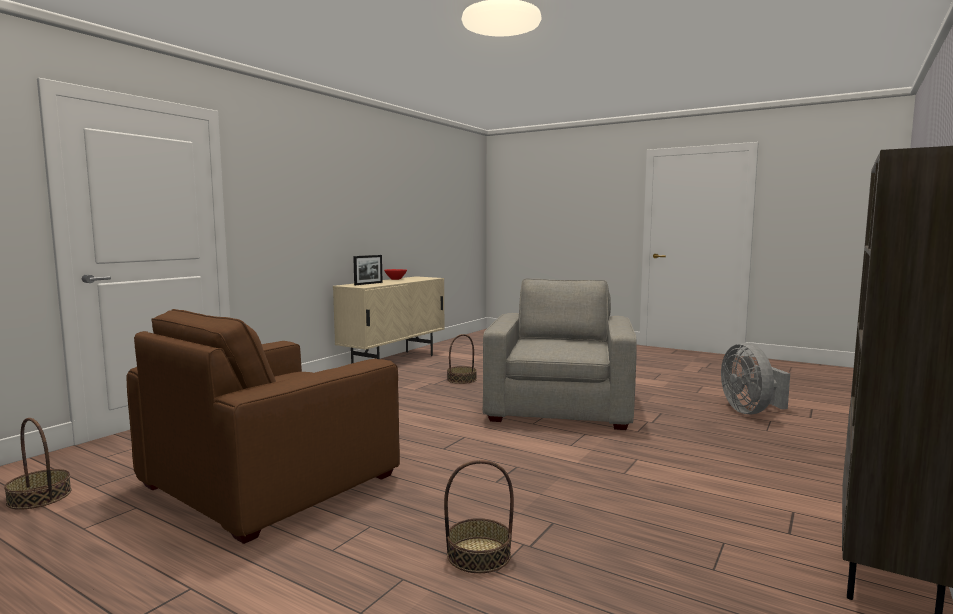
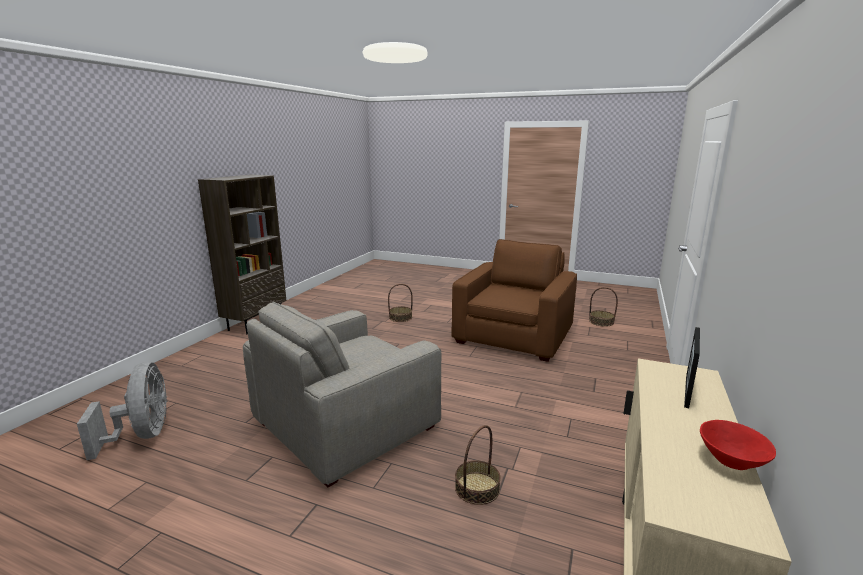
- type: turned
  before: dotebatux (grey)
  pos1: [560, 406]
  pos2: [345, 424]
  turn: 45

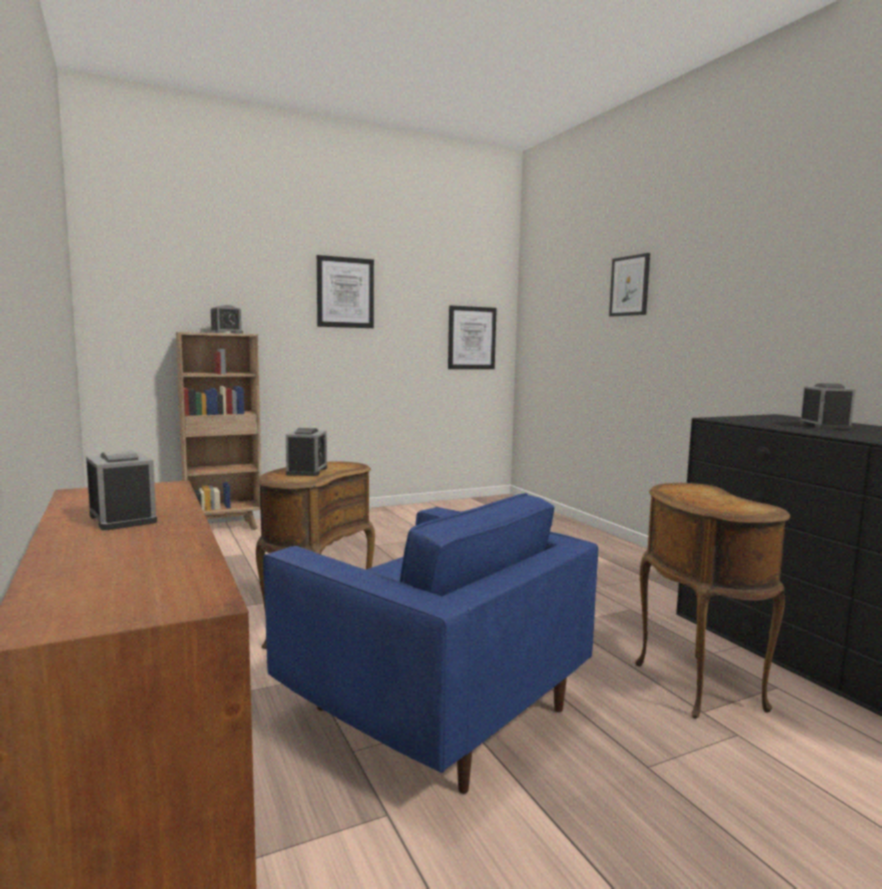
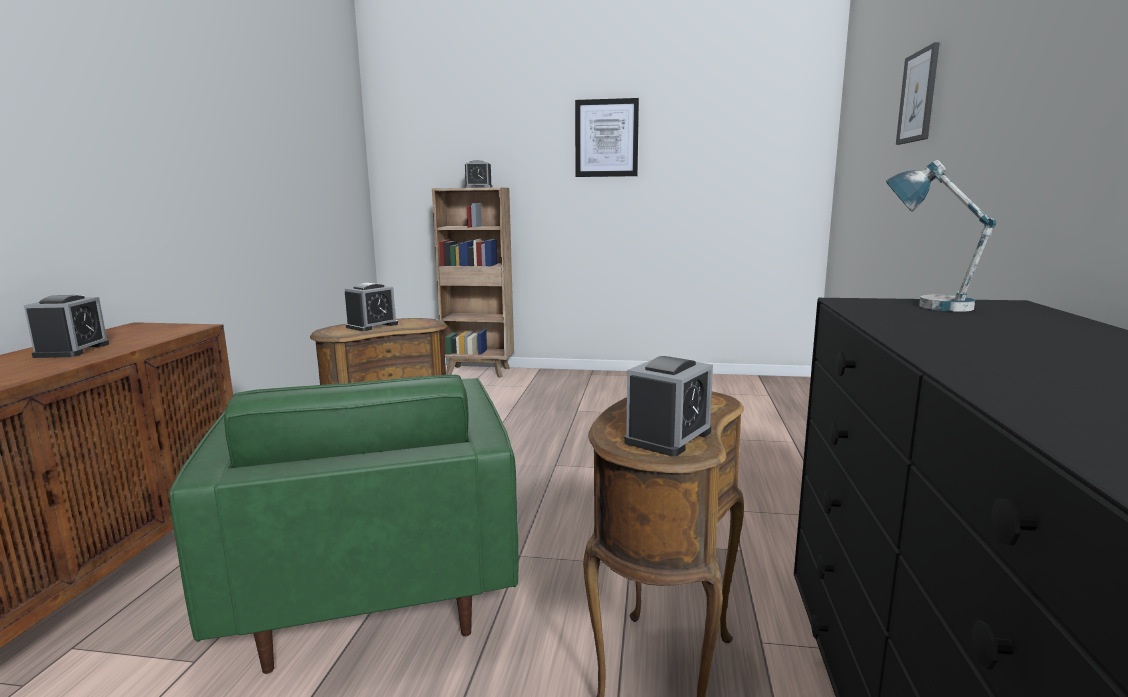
- type: removed
  before: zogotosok
  pos1: [471, 338]
- type: added
  after: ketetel
  pos2: [925, 304]
- type: moved
  before: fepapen
  pos1: [824, 426]
  pos2: [668, 437]
- type: recoloured
  before: dotebatux (blue)
  after: dotebatux (green)
  pos1: [433, 707]
  pos2: [372, 583]

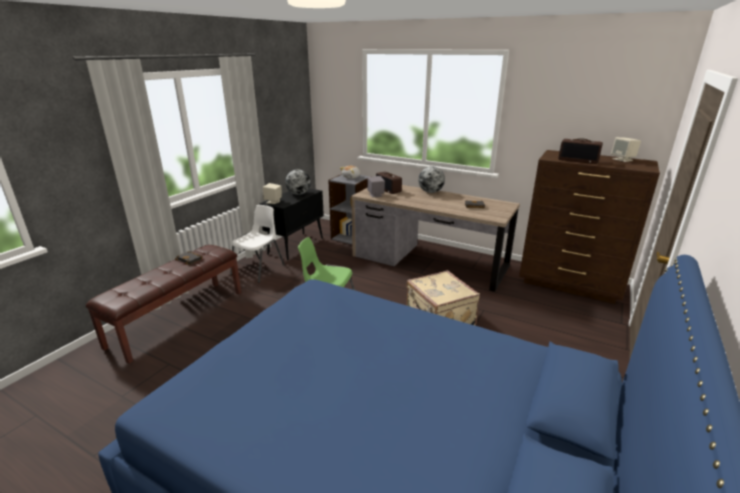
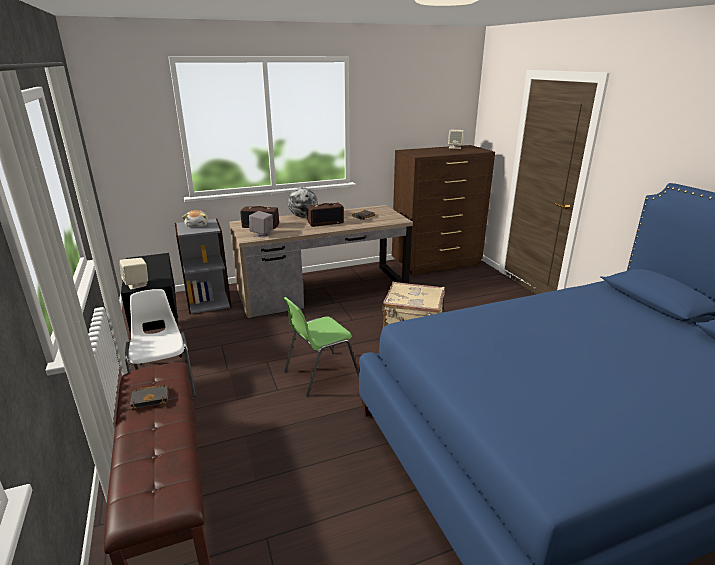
- type: removed
  before: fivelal
  pos1: [298, 194]
- type: moved
  before: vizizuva
  pos1: [578, 160]
  pos2: [325, 223]

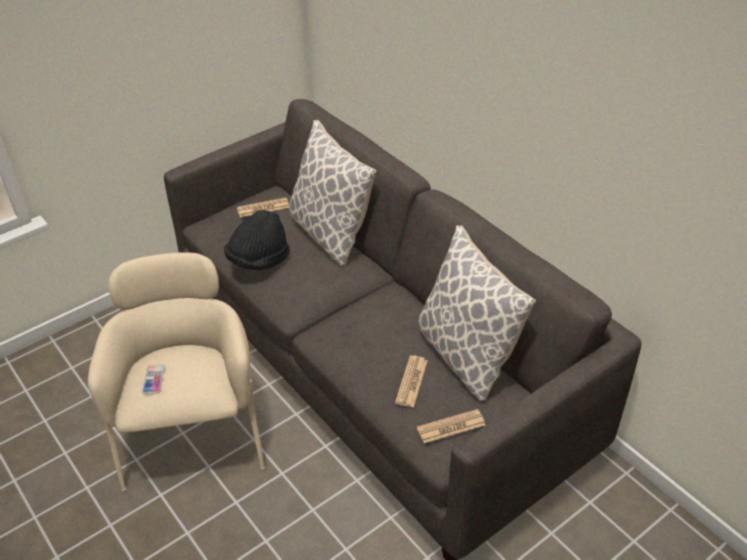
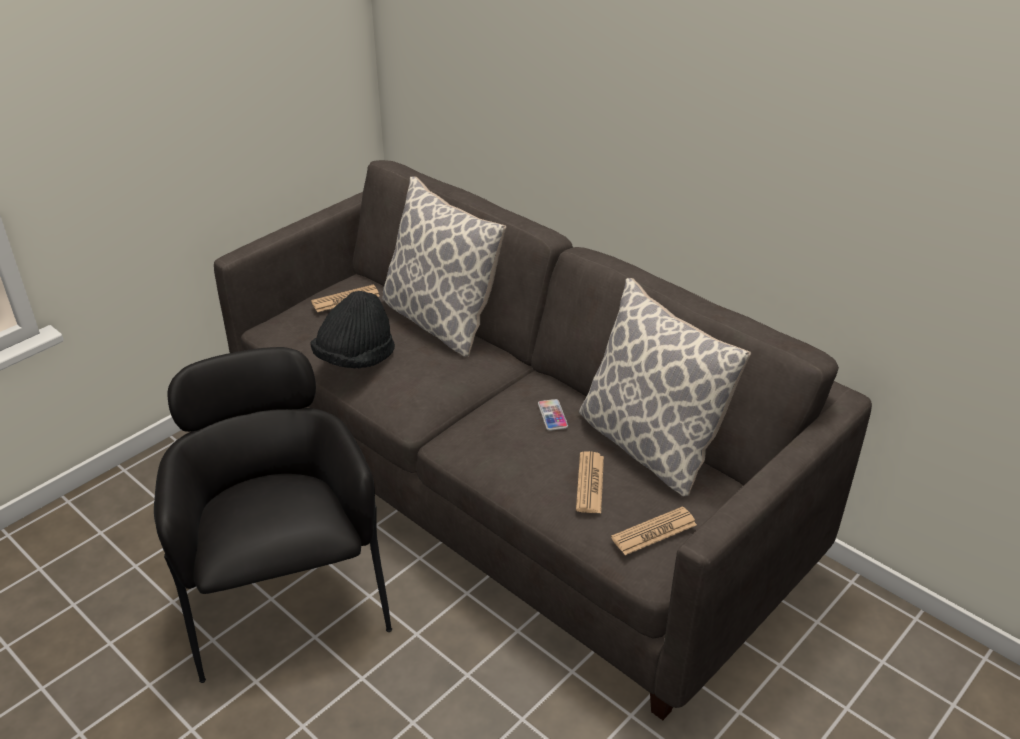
- type: moved
  before: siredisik
  pos1: [153, 380]
  pos2: [552, 415]
- type: recoloured
  before: dotebatux (beige)
  after: dotebatux (black)
  pos1: [192, 432]
  pos2: [285, 596]

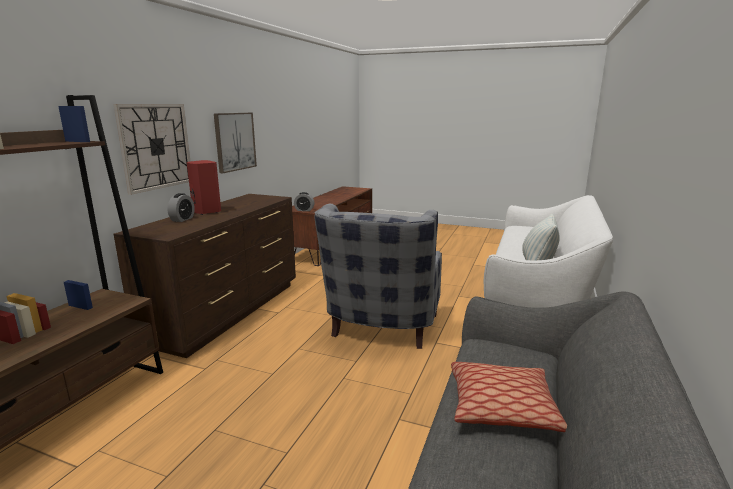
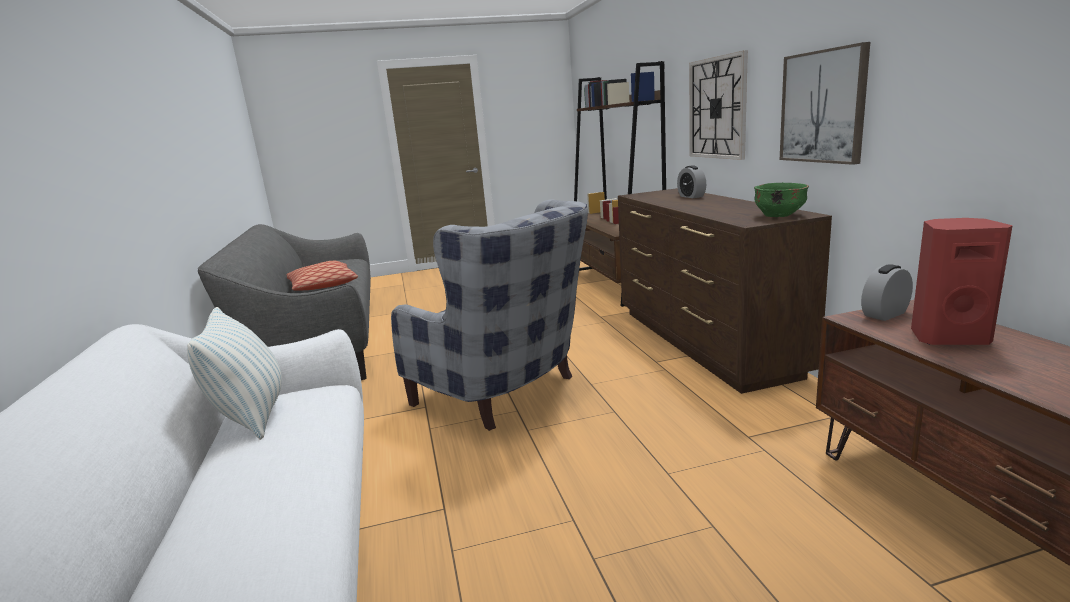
- type: added
  after: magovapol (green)
  pos2: [779, 215]
- type: moved
  before: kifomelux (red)
  pos1: [206, 212]
  pos2: [947, 337]
- type: turned
  before: dotebatux (grey)
  pos1: [381, 330]
  pos2: [507, 393]
  turn: 150

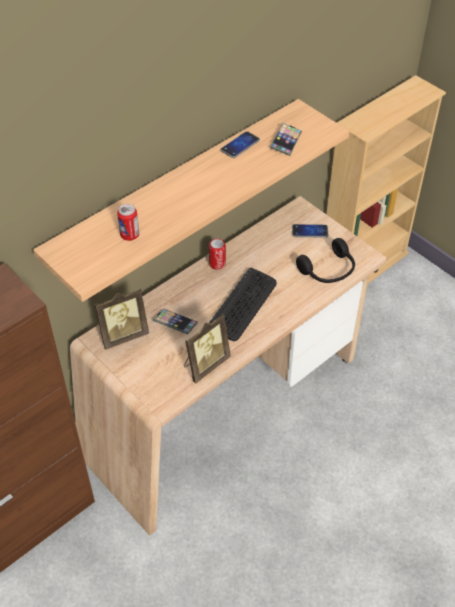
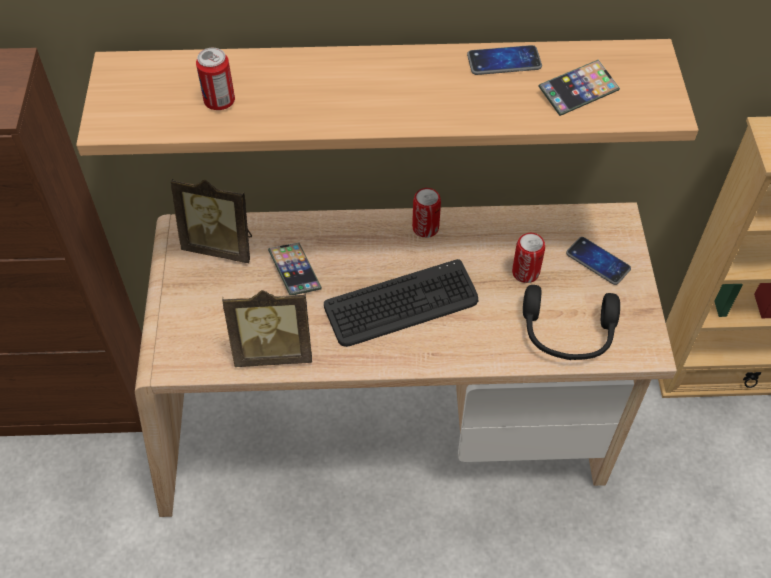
- type: added
  after: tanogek
  pos2: [525, 272]

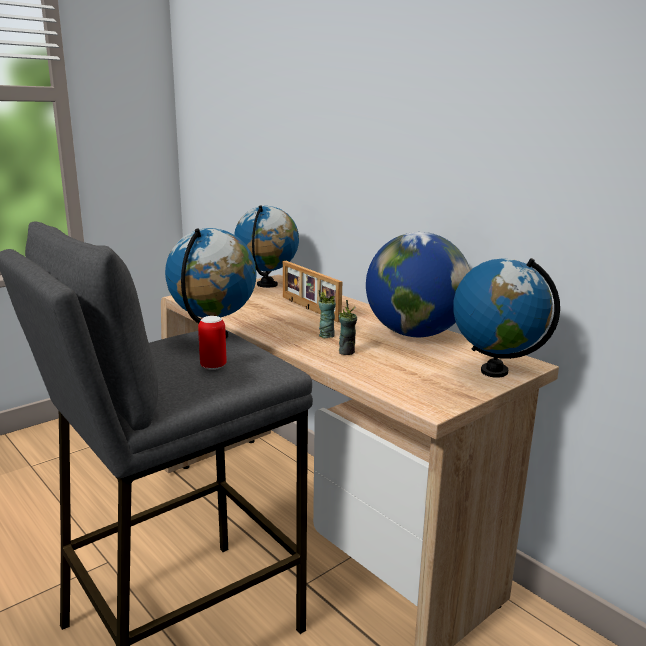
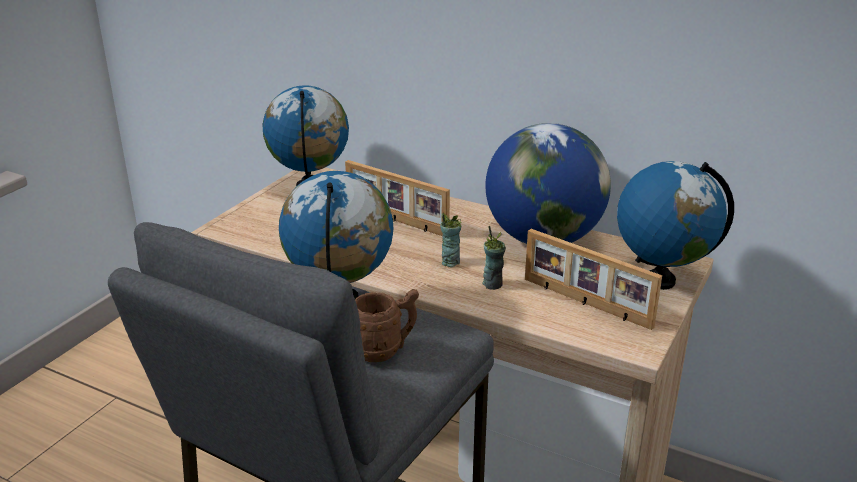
- type: added
  after: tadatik
  pos2: [585, 303]
- type: replaced
  before: tanogek
  after: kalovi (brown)
  pos1: [213, 366]
  pos2: [384, 350]

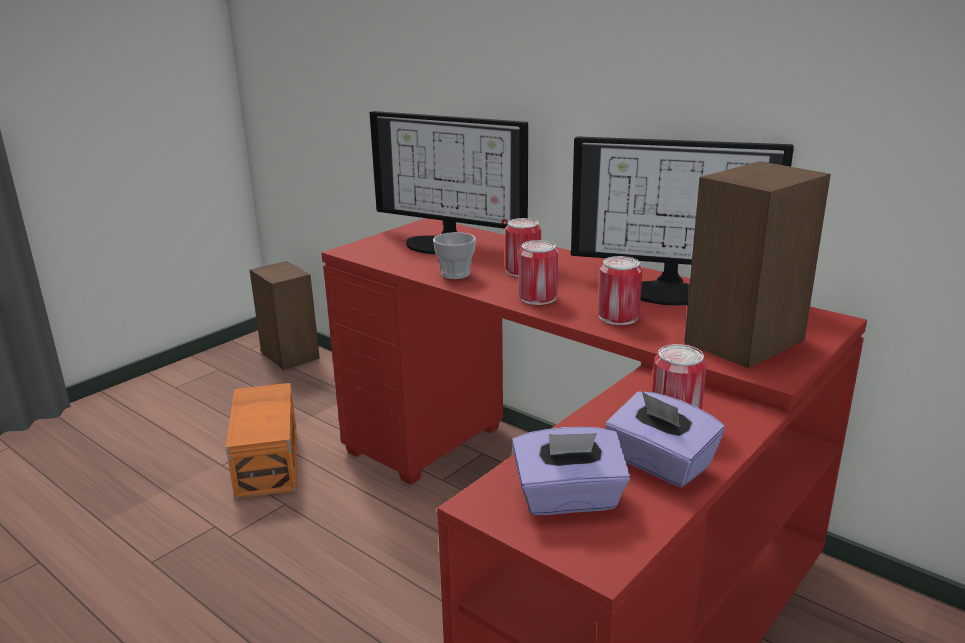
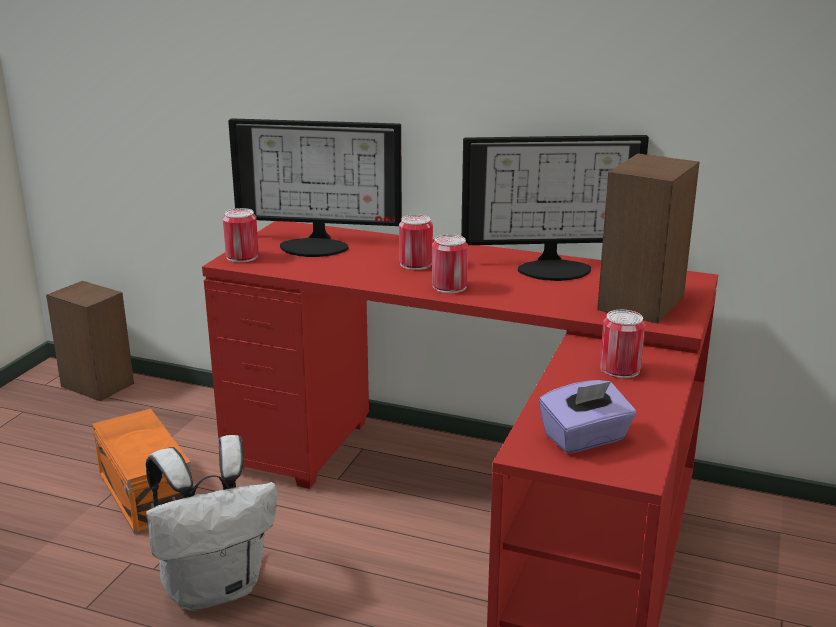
- type: removed
  before: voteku
  pos1: [455, 274]
- type: removed
  before: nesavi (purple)
  pos1: [660, 464]
- type: added
  after: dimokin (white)
  pos2: [215, 588]
- type: moved
  before: tanogek
  pos1: [618, 317]
  pos2: [242, 257]

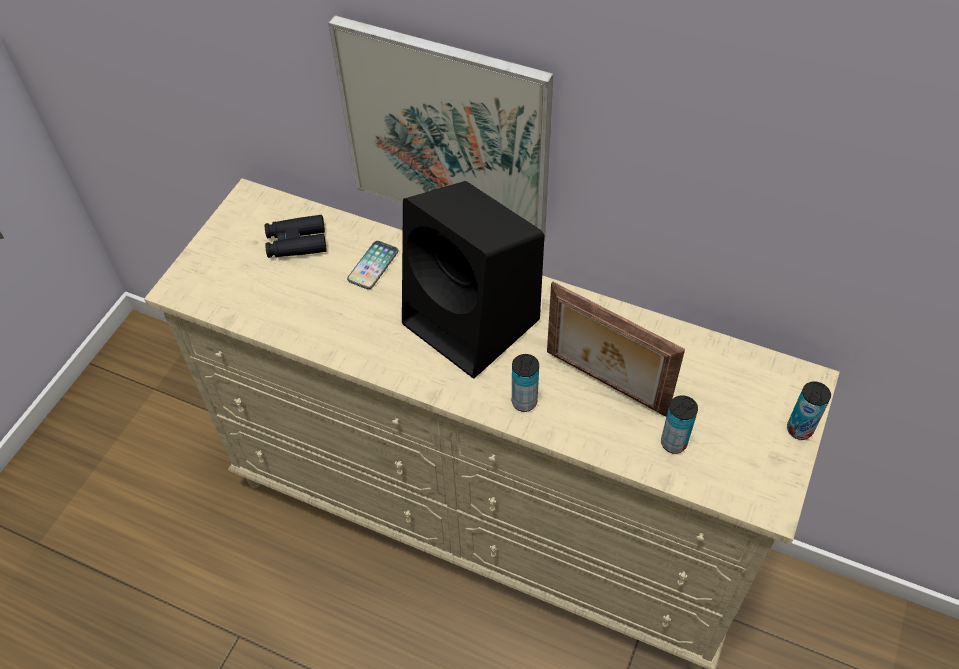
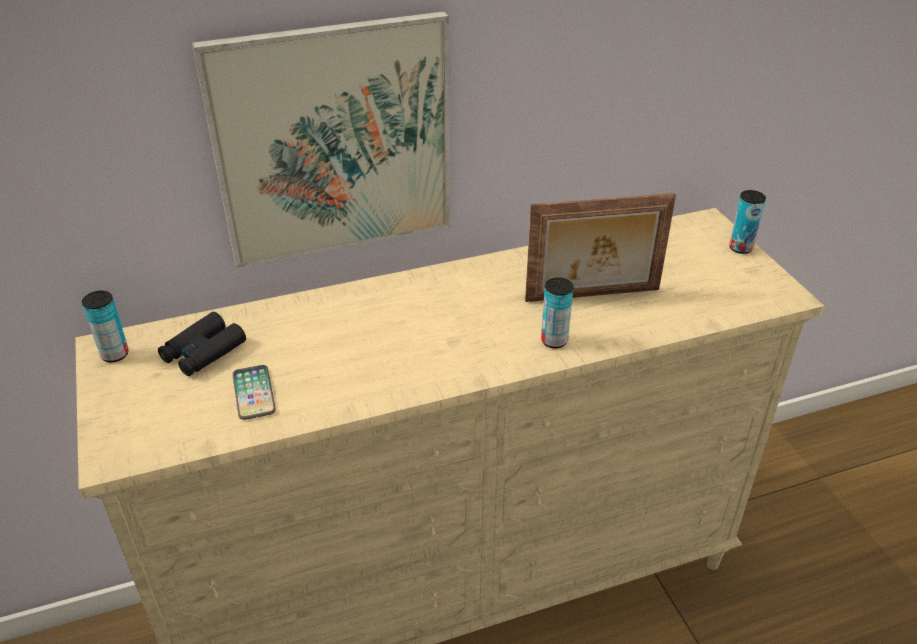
- type: removed
  before: kifomelux (black)
  pos1: [474, 323]
- type: moved
  before: siredisik
  pos1: [373, 266]
  pos2: [254, 393]
- type: moved
  before: tanogek
  pos1: [673, 443]
  pos2: [115, 354]

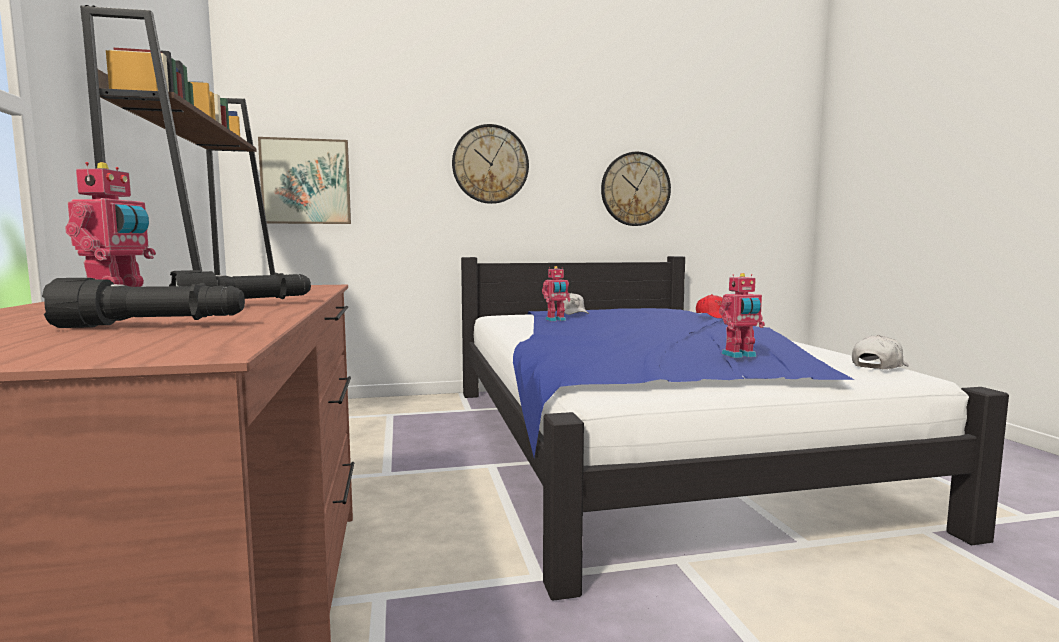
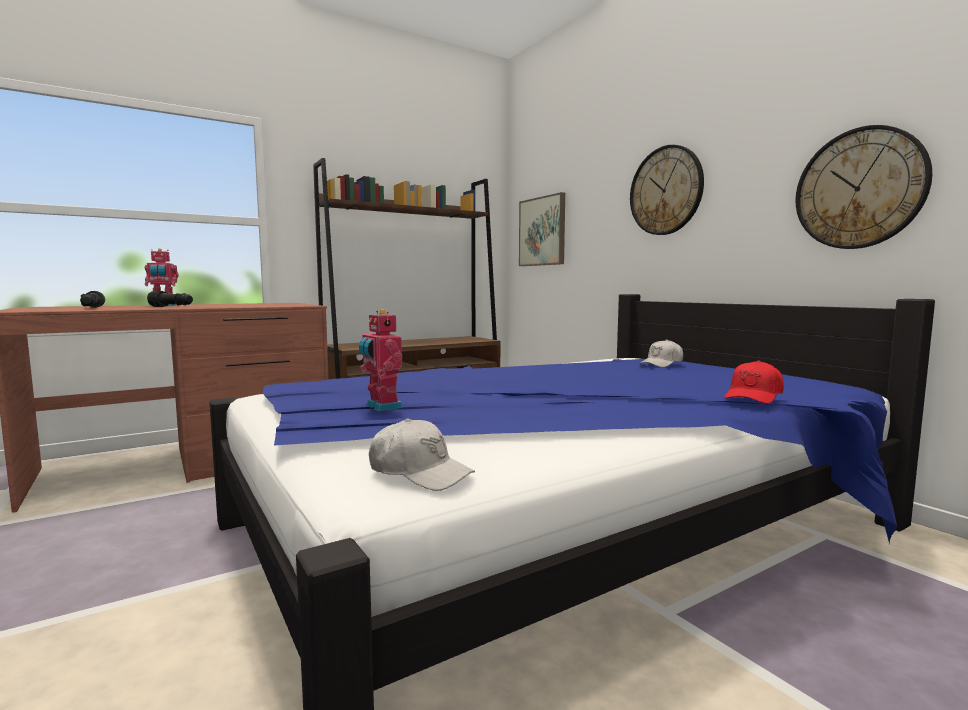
- type: removed
  before: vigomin
  pos1: [556, 320]

